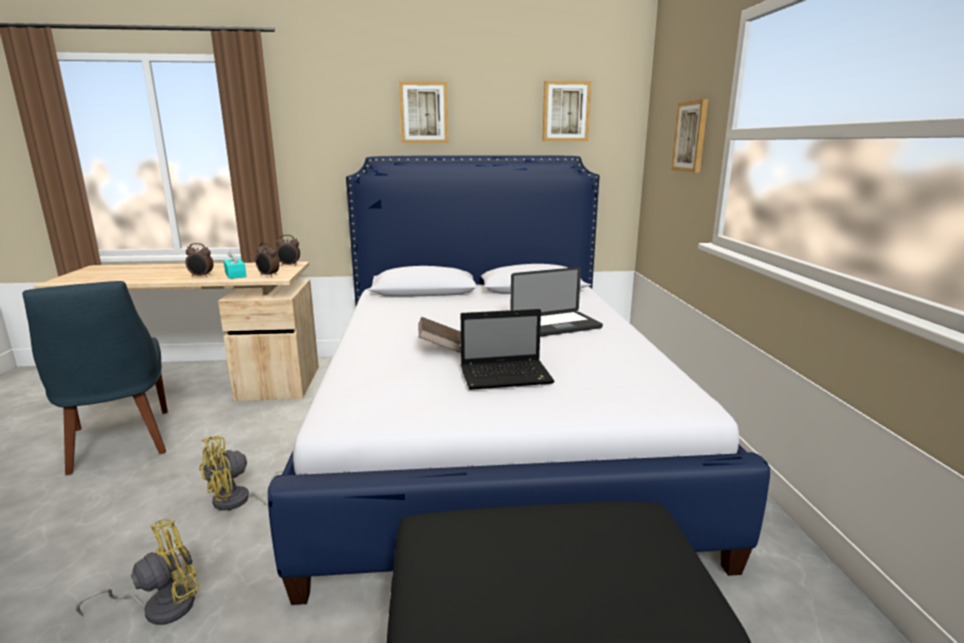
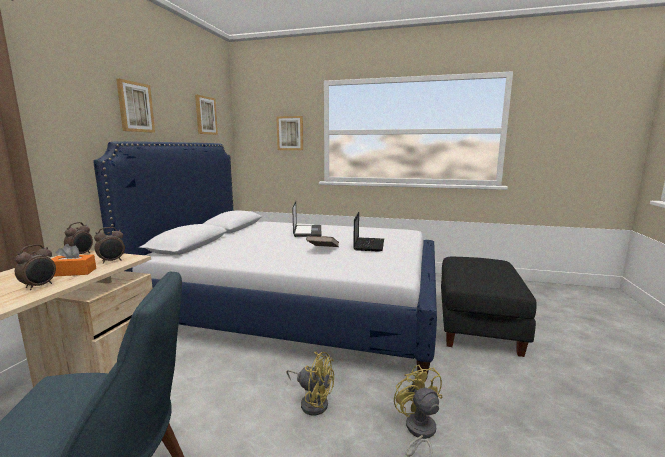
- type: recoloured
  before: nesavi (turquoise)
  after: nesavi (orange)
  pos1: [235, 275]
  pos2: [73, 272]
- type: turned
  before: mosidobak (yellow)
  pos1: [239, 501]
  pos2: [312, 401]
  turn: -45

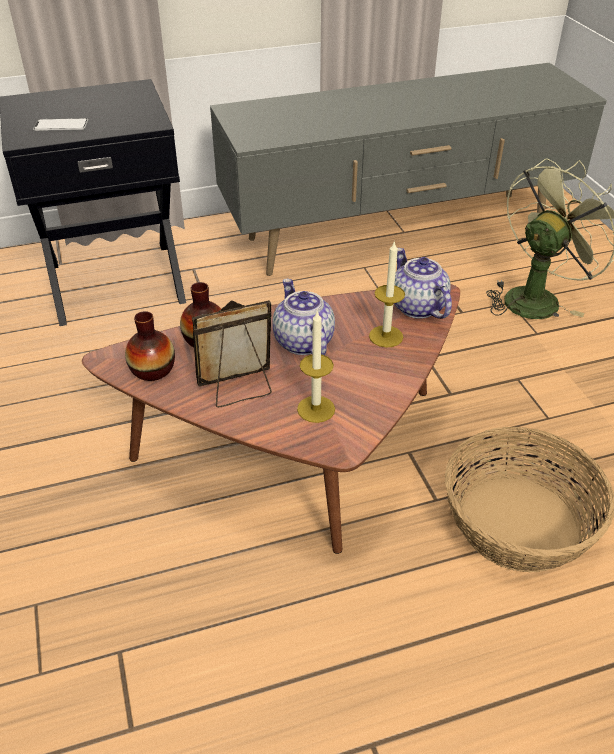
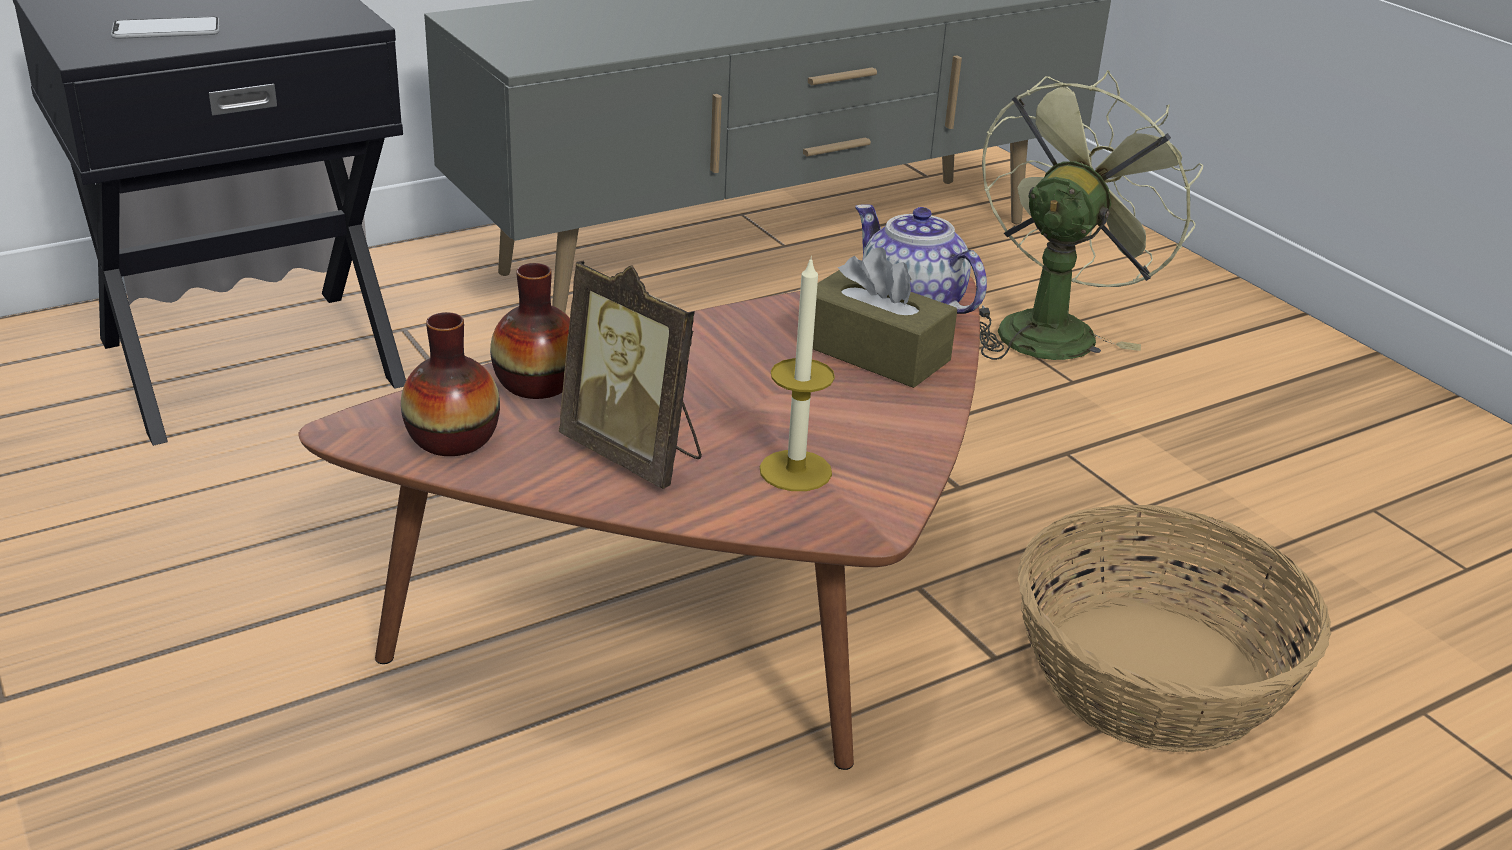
- type: removed
  before: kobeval
  pos1: [302, 342]
- type: replaced
  before: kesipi
  after: nesavi (brown)
  pos1: [386, 336]
  pos2: [874, 352]
- type: turned
  before: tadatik
  pos1: [238, 389]
  pos2: [635, 454]
  turn: -105

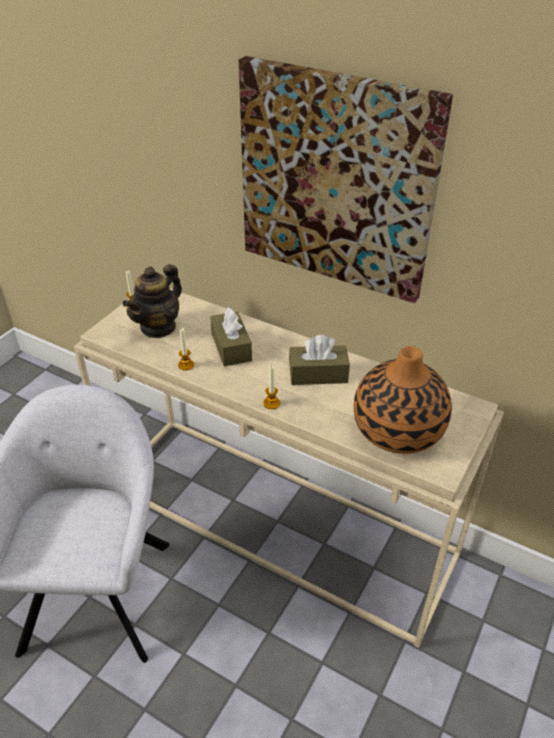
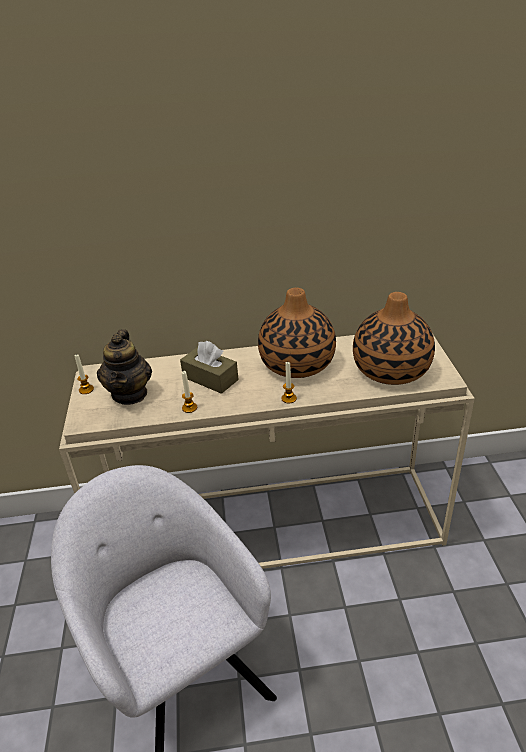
- type: removed
  before: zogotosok
  pos1: [336, 181]
- type: replaced
  before: nesavi (brown)
  after: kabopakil
  pos1: [318, 374]
  pos2: [297, 364]

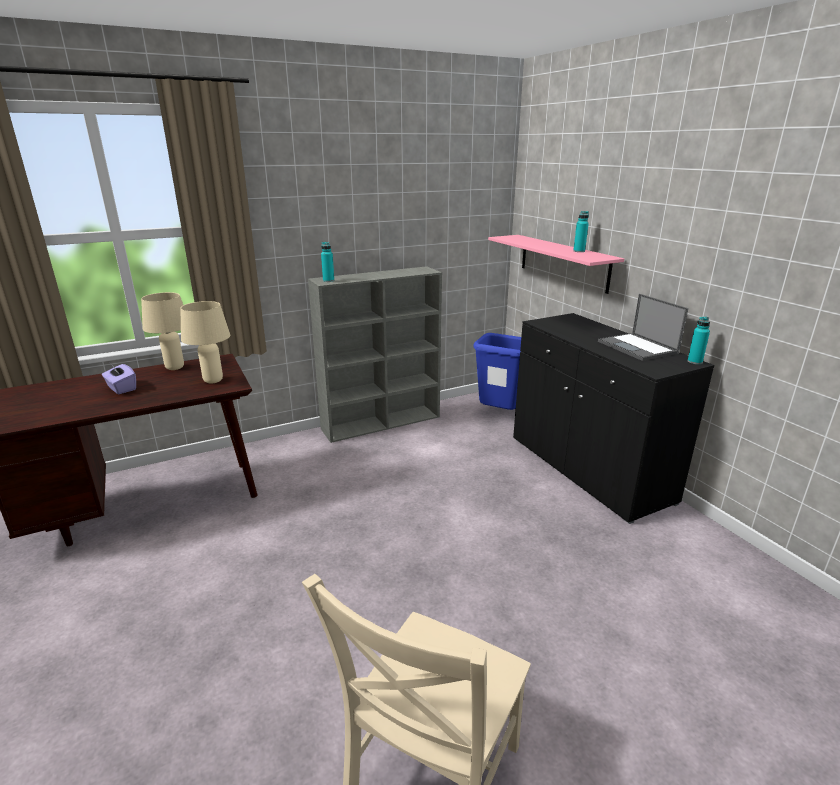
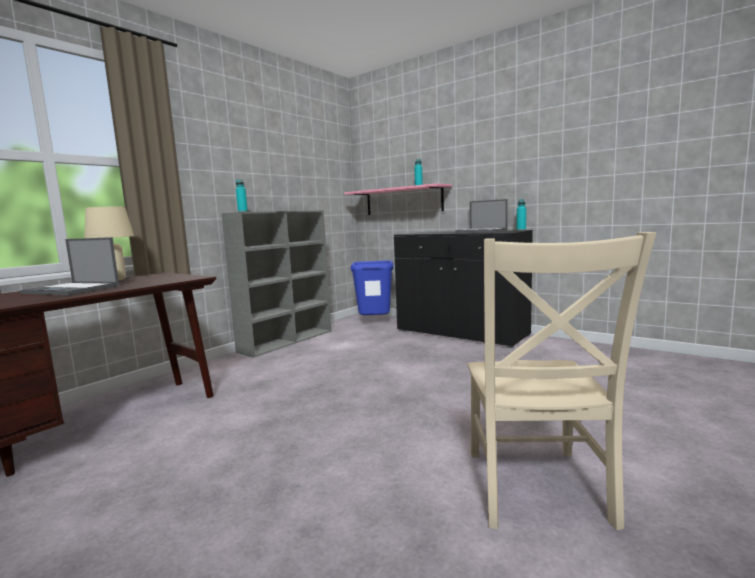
- type: removed
  before: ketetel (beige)
  pos1: [212, 380]
- type: replaced
  before: nesavi (purple)
  after: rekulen
  pos1: [121, 388]
  pos2: [72, 289]

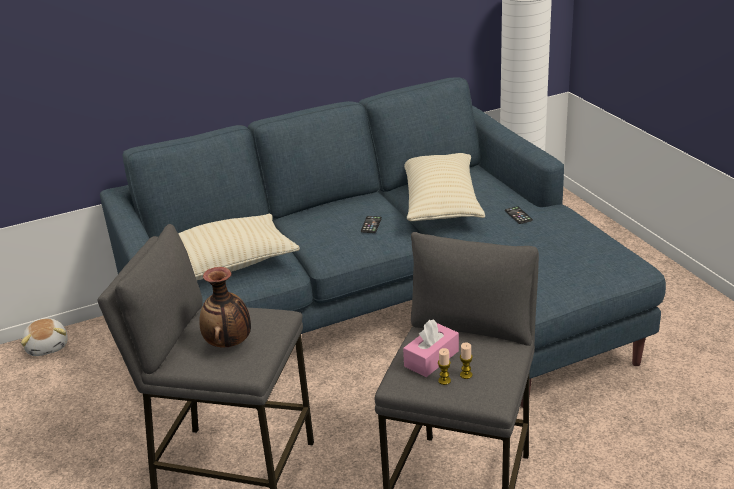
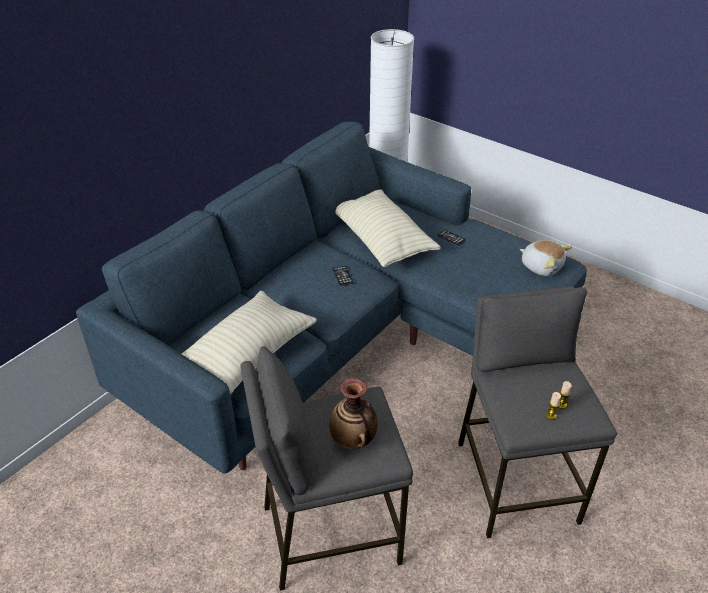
- type: removed
  before: nesavi (pink)
  pos1: [431, 358]
- type: moved
  before: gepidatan
  pos1: [48, 346]
  pos2: [541, 266]

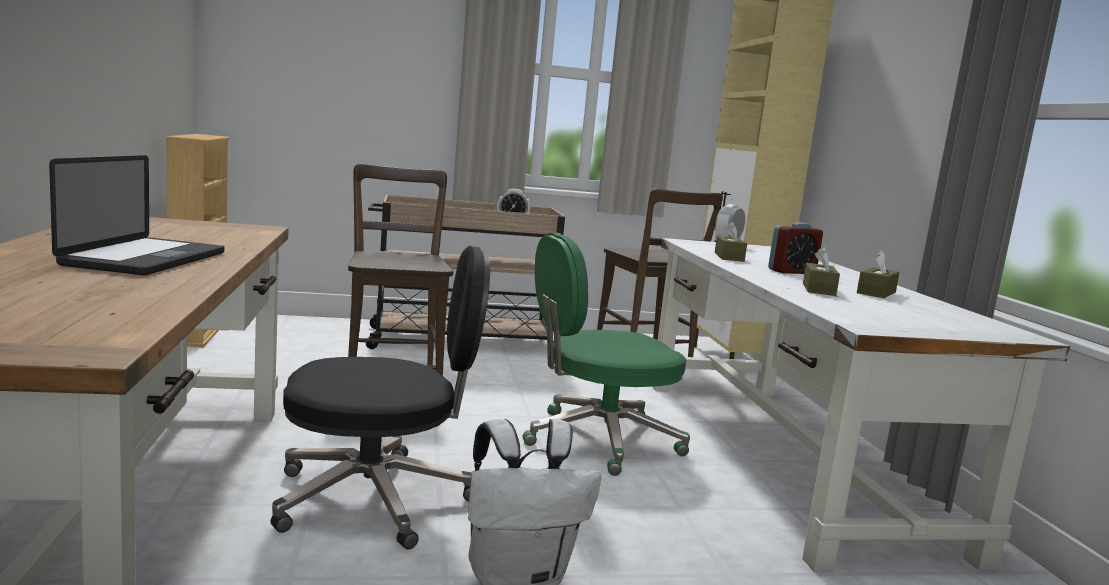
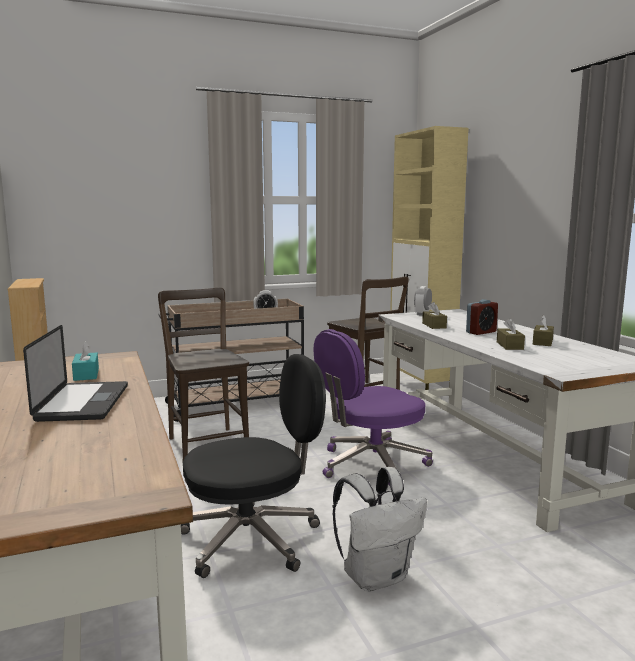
- type: added
  after: nesavi (turquoise)
  pos2: [86, 374]
- type: recoloured
  before: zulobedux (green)
  after: zulobedux (purple)
  pos1: [599, 440]
  pos2: [371, 465]

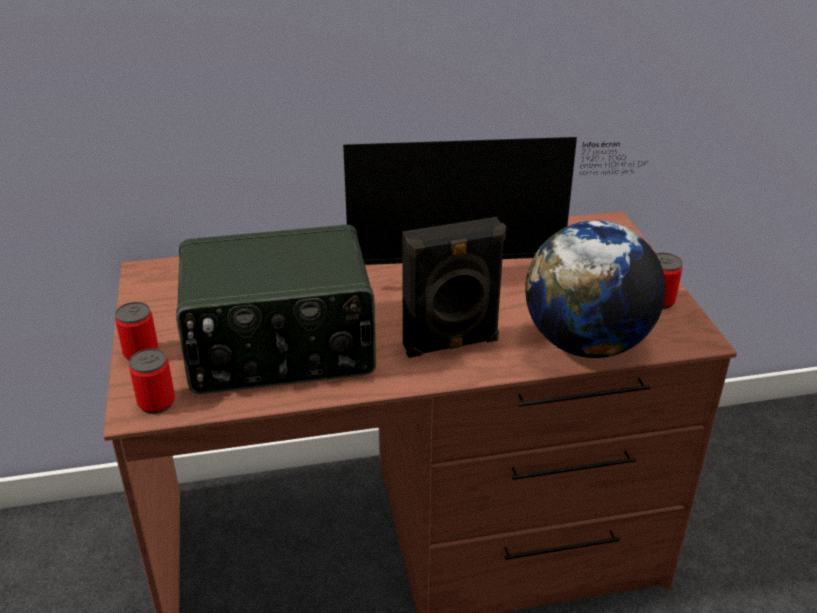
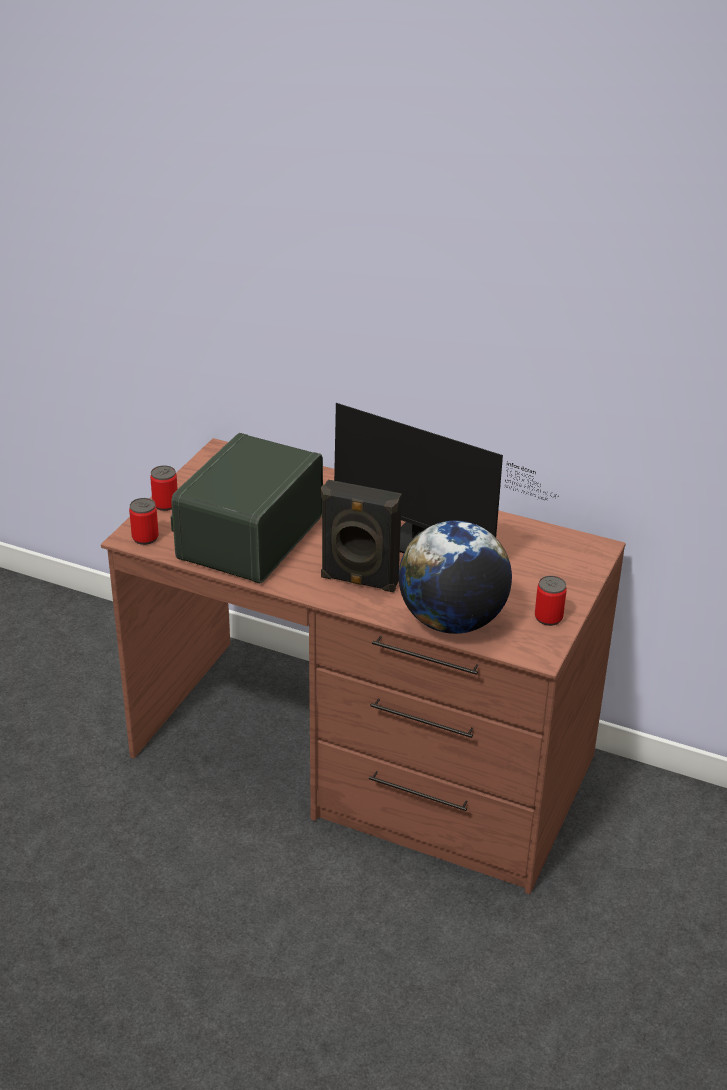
- type: turned
  before: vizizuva
  pos1: [280, 349]
  pos2: [248, 537]
  turn: 90

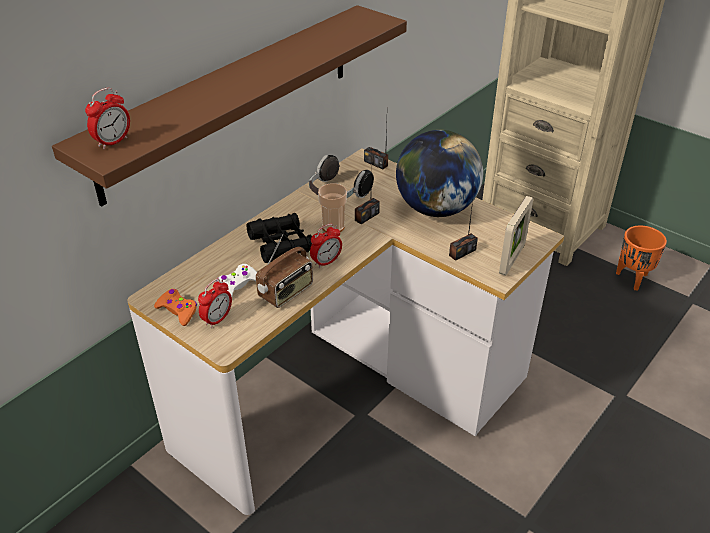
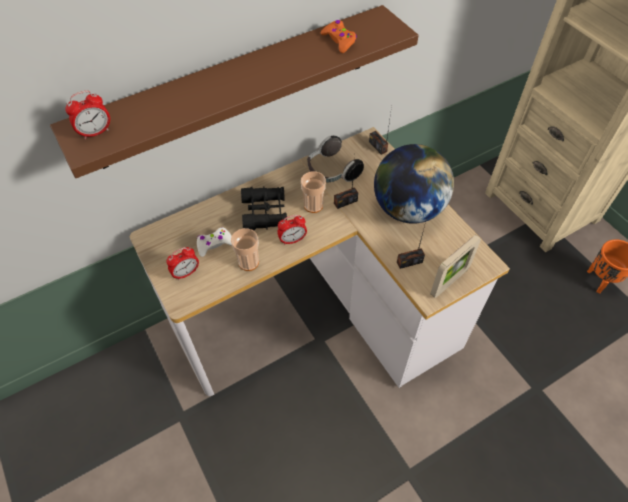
- type: moved
  before: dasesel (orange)
  pos1: [178, 311]
  pos2: [339, 40]
- type: replaced
  before: vizizuva
  after: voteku
  pos1: [286, 292]
  pos2: [248, 262]

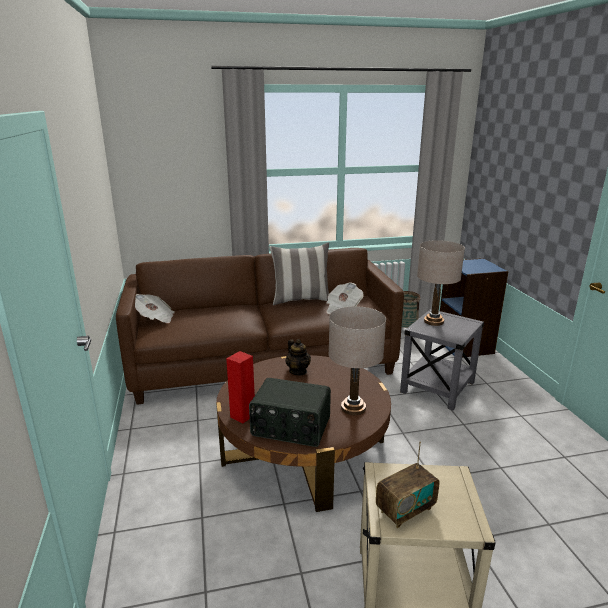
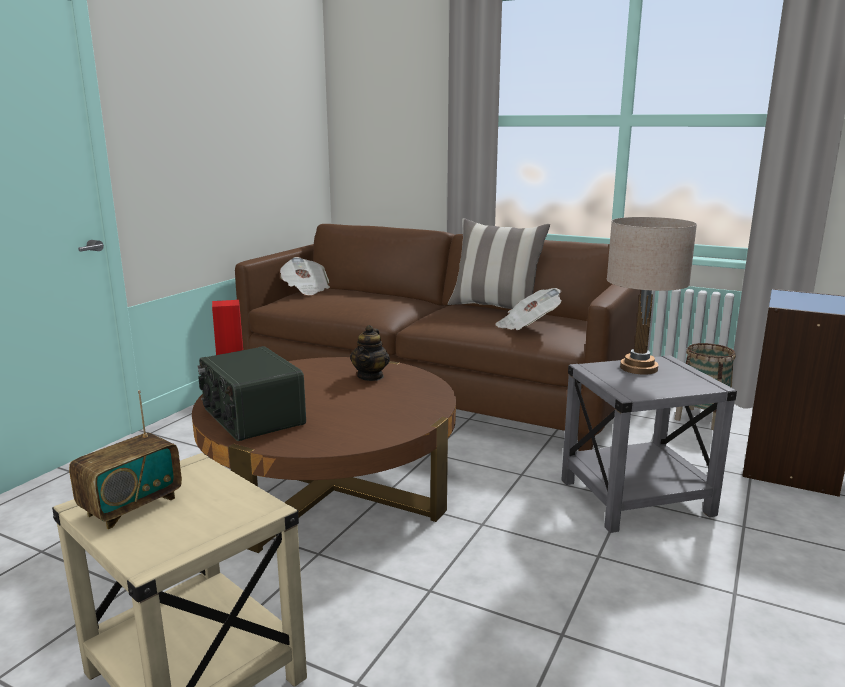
- type: removed
  before: ketetel (beige)
  pos1: [353, 408]
- type: turned
  before: vizizuva
  pos1: [405, 510]
  pos2: [131, 506]
  turn: -60

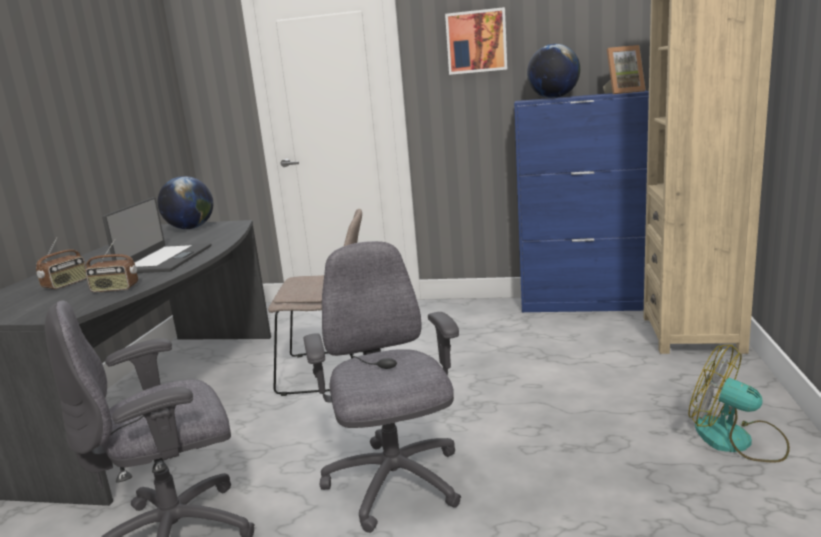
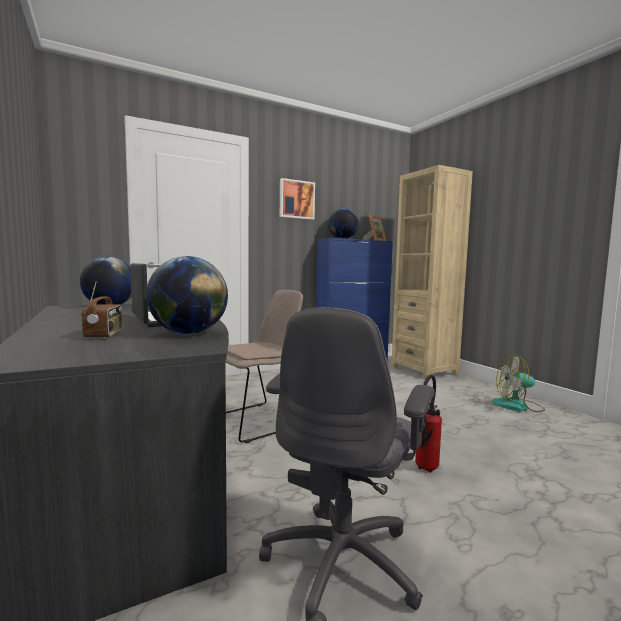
- type: replaced
  before: vizizuva
  after: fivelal
  pos1: [115, 289]
  pos2: [188, 333]
- type: replaced
  before: zulobedux (grey)
  after: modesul
  pos1: [394, 484]
  pos2: [423, 469]

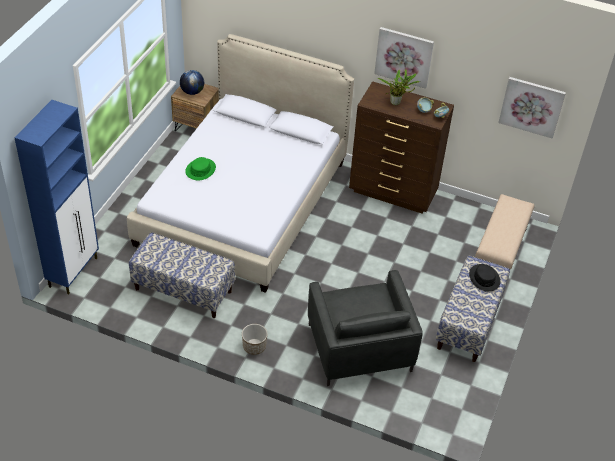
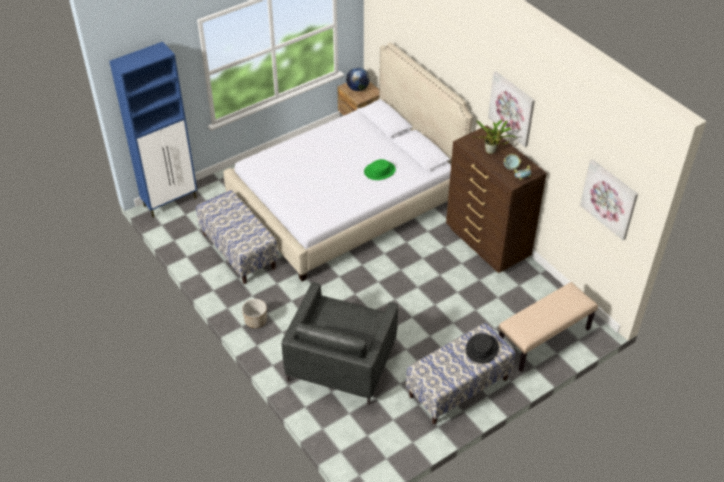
- type: moved
  before: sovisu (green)
  pos1: [200, 170]
  pos2: [379, 171]

